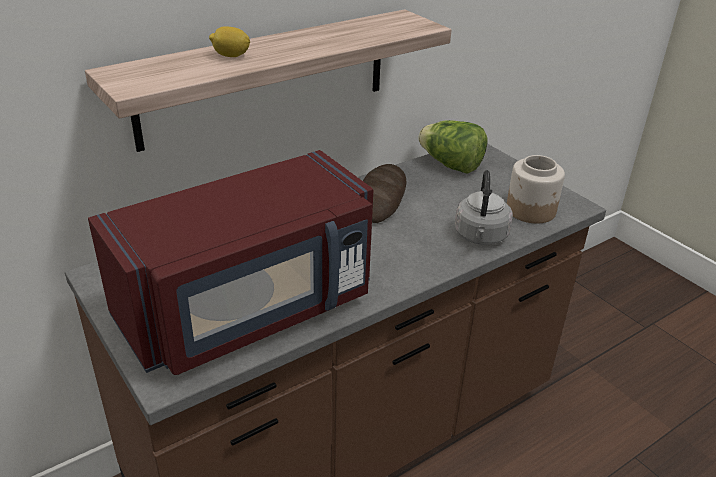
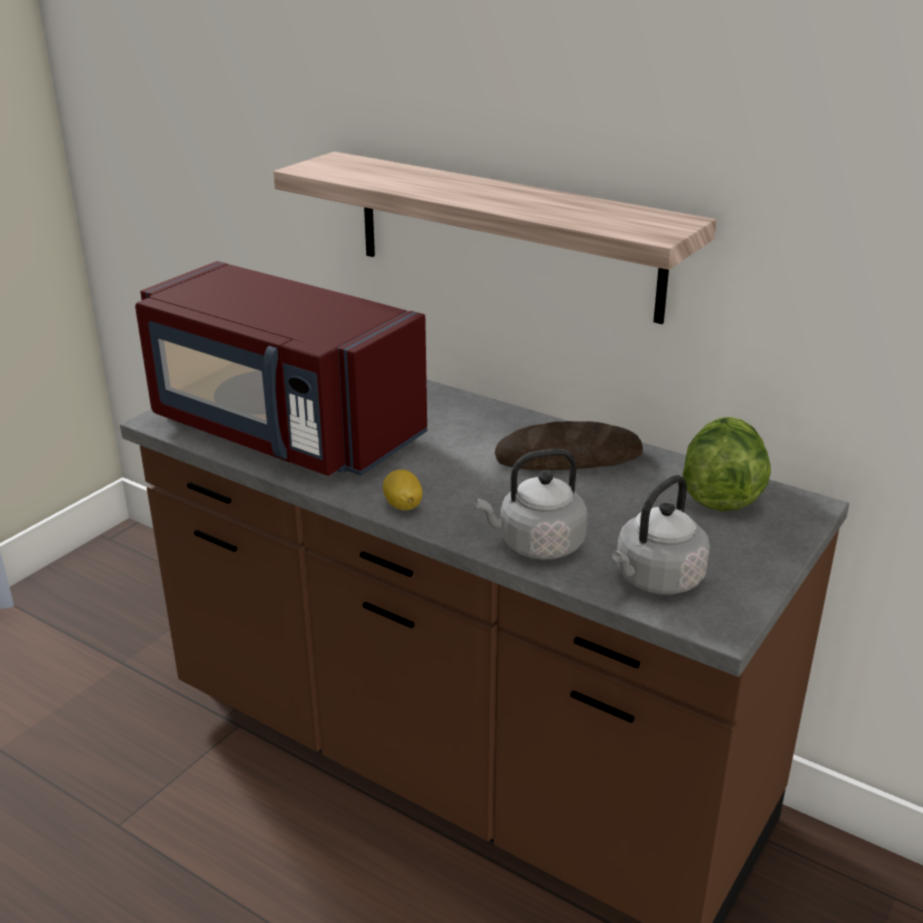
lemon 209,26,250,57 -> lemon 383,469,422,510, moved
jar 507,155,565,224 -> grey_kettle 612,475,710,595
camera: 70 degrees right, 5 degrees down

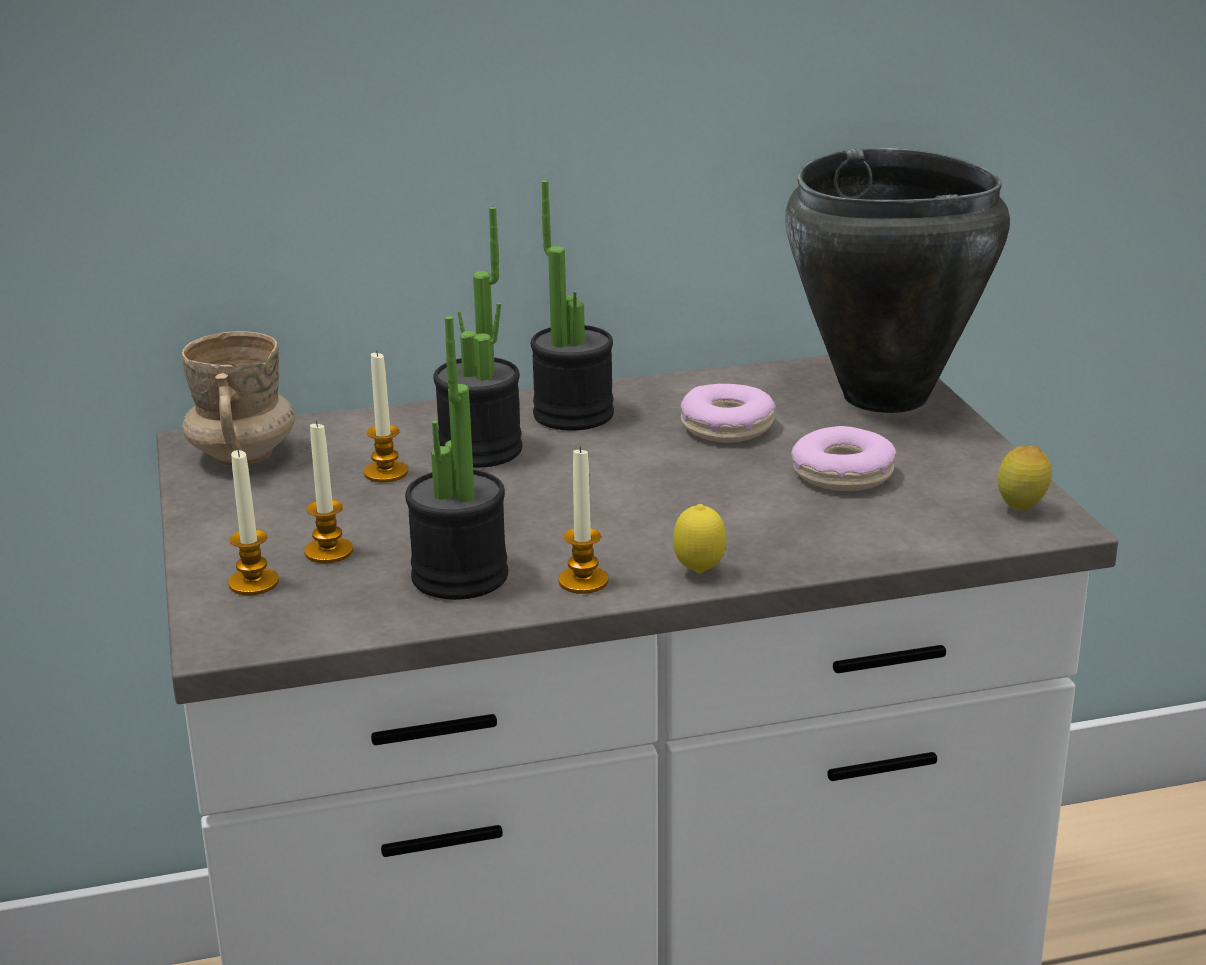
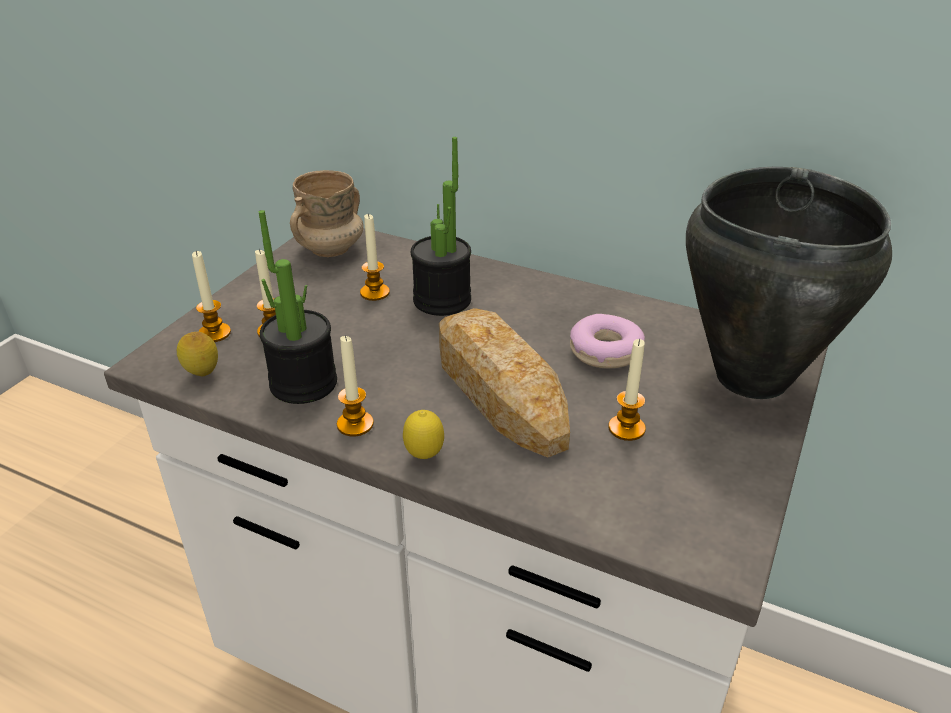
potted_plant 531,180,614,431 -> none
donut 791,426,896,491 -> candle 608,339,646,441
lemon 997,446,1052,510 -> lemon 177,332,218,376, moved
none -> bread 439,308,570,458
camera: 40 degrees right, 10 degrees up

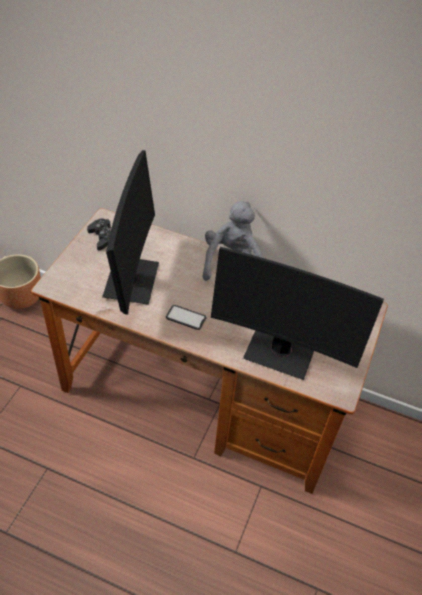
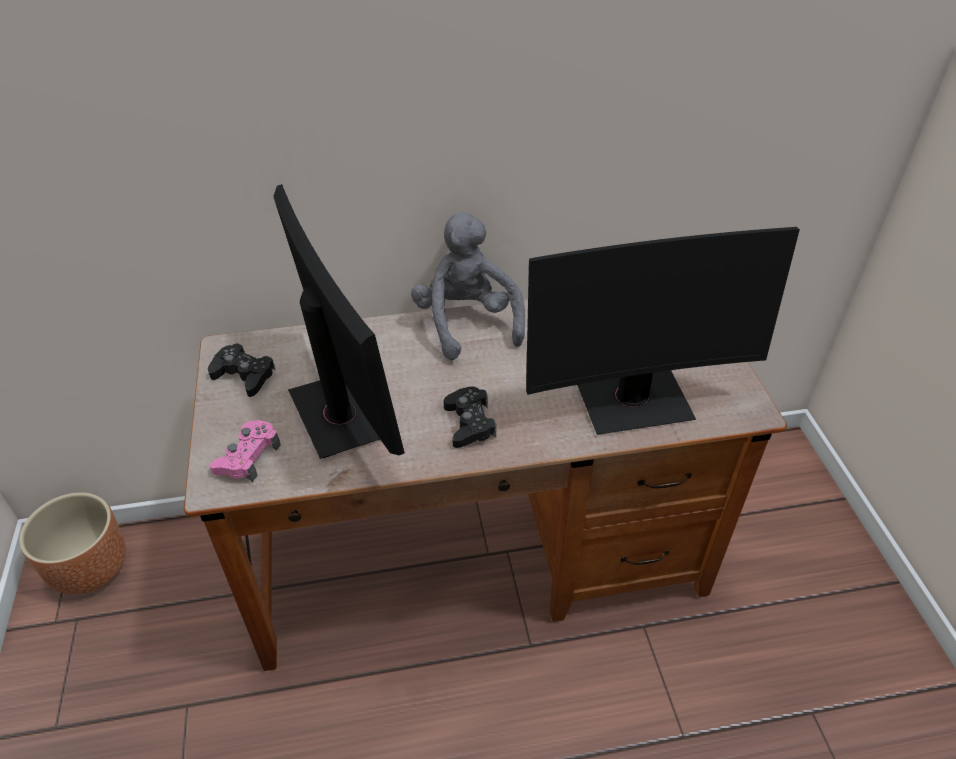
phone 166,305,207,330 -> black_game_controller 444,387,496,448
none -> pink_game_controller 210,420,281,482
camera: 30 degrees left, 5 degrees down

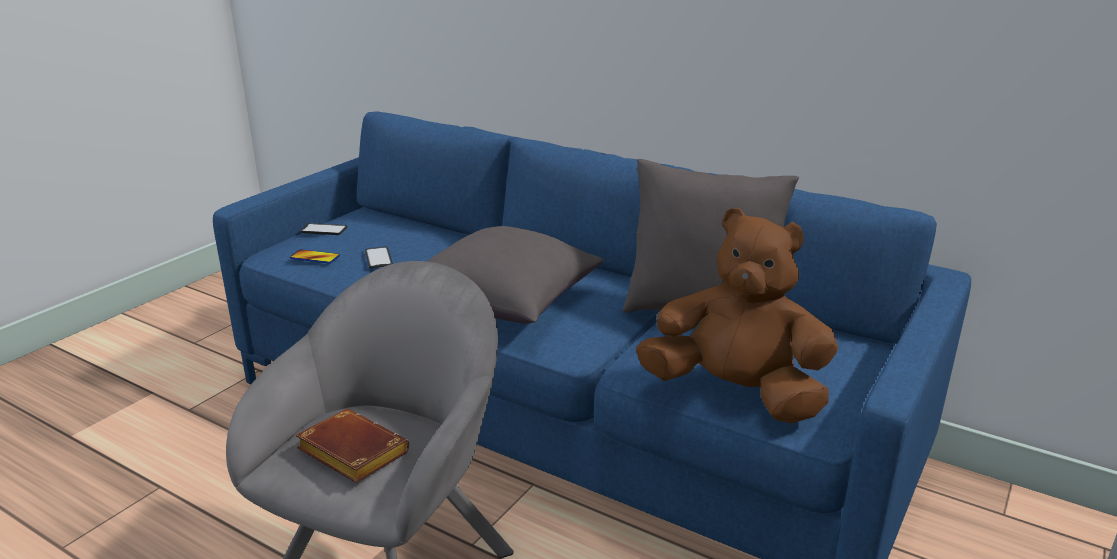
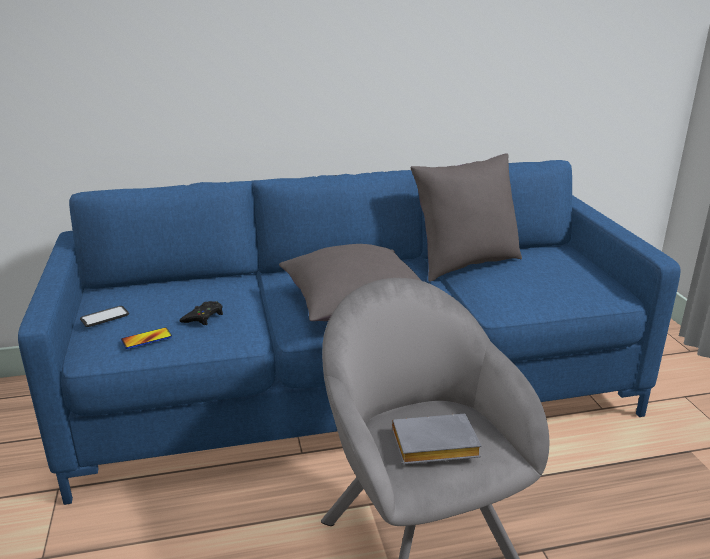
brown_book 296,409,409,483 -> grey_book 392,414,482,464
phone 365,247,393,268 -> black_game_controller 179,301,223,325
brown_plush_toy 636,208,838,423 -> none
camera: 45 degrees left, 0 degrees up

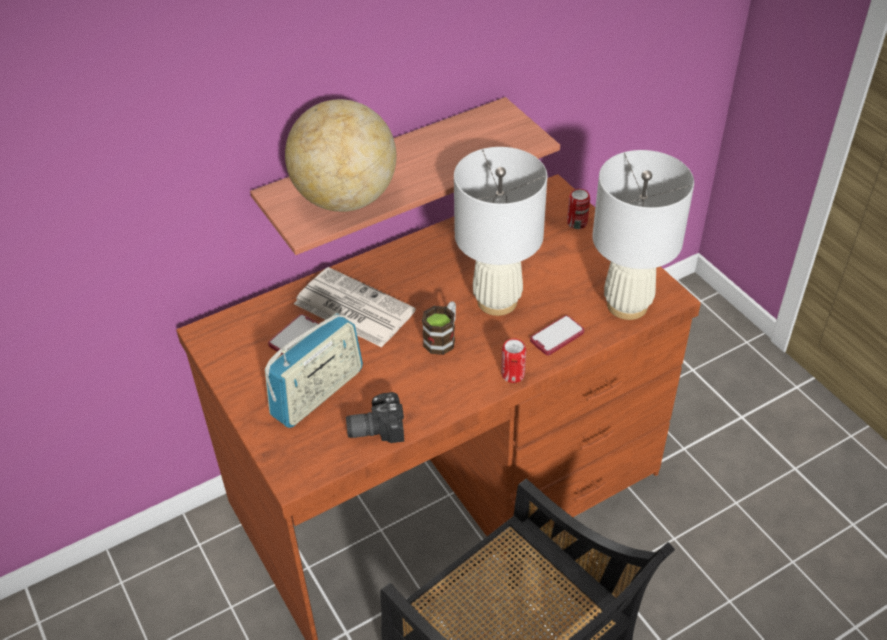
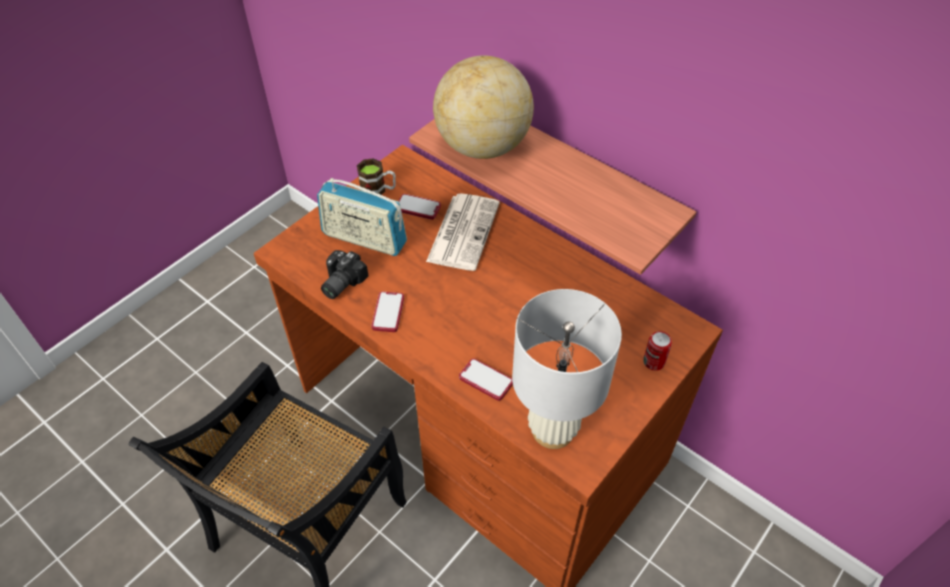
photo_camera 346,392,404,443 -> photo_camera 321,250,369,299, 120 degrees counterclockwise
mug 422,301,456,355 -> mug 357,158,396,195, moved
white_table_lamp 454,147,548,316 -> none
can 501,339,526,383 -> none
none -> phone 372,292,404,332
camera: 70 degrees right, 5 degrees up

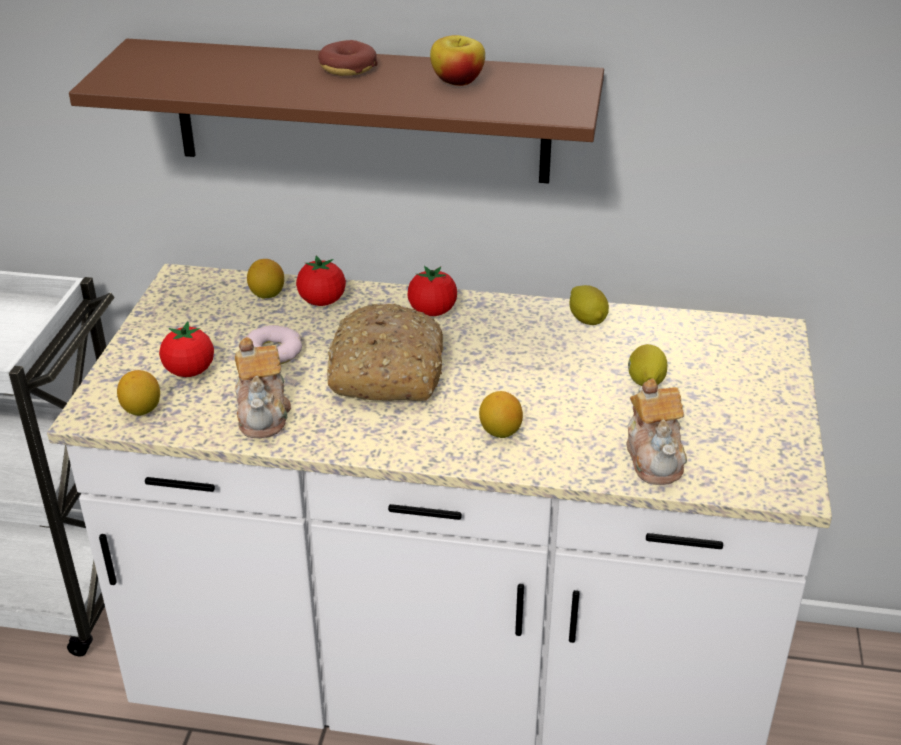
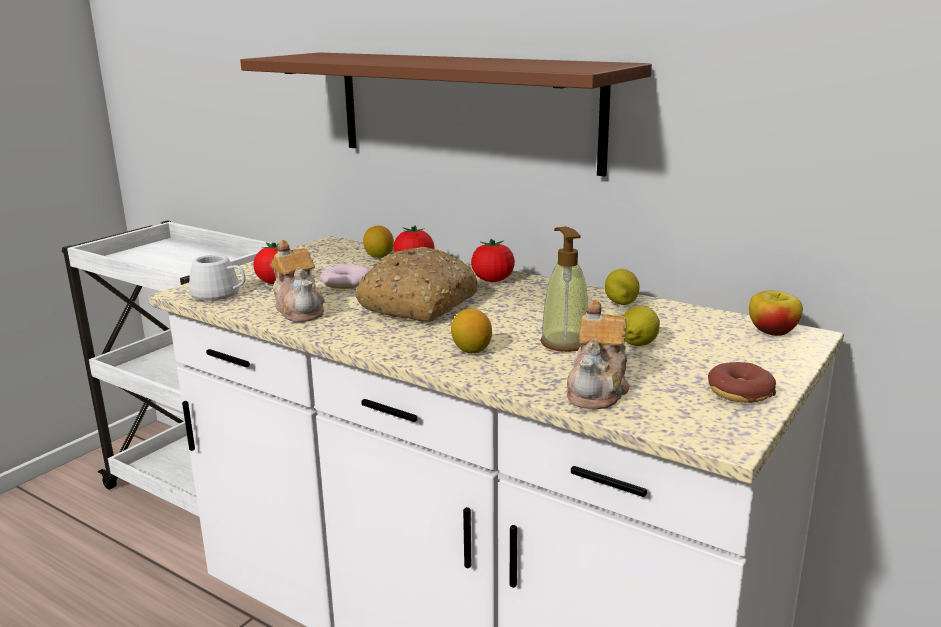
lemon 117,370,160,416 -> white_mug 189,255,246,301
teapot 235,337,291,438 -> teapot 270,240,325,322, 45 degrees counterclockwise
donut 318,40,378,76 -> donut 708,362,776,403, moved
apple 430,35,485,86 -> apple 749,291,803,336, moved
none -> soap_dispenser 540,226,588,352
camera: 25 degrees right, 15 degrees down

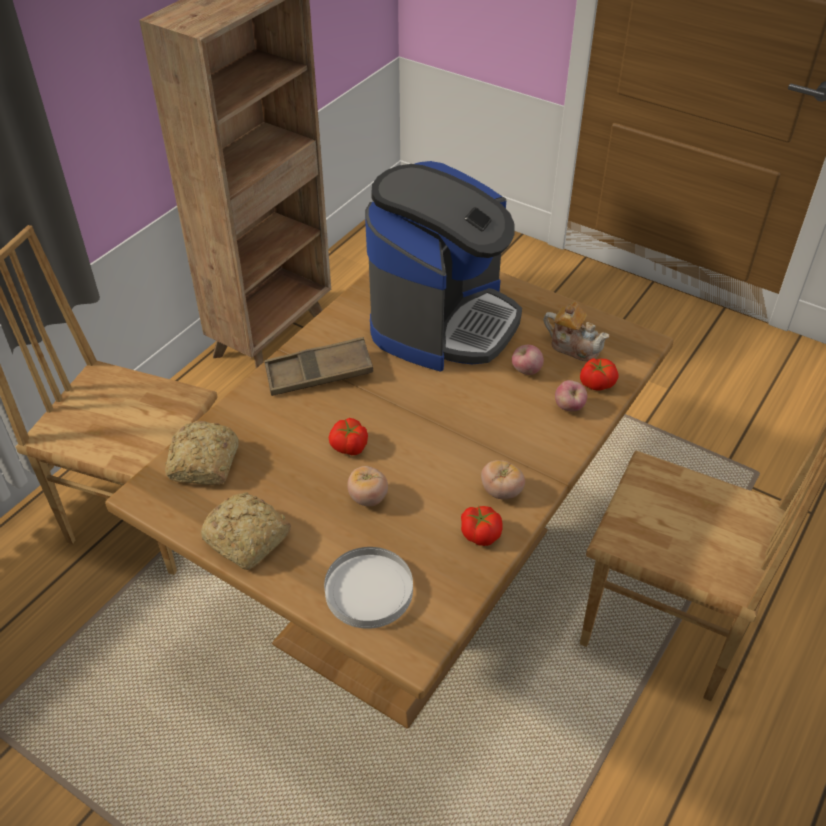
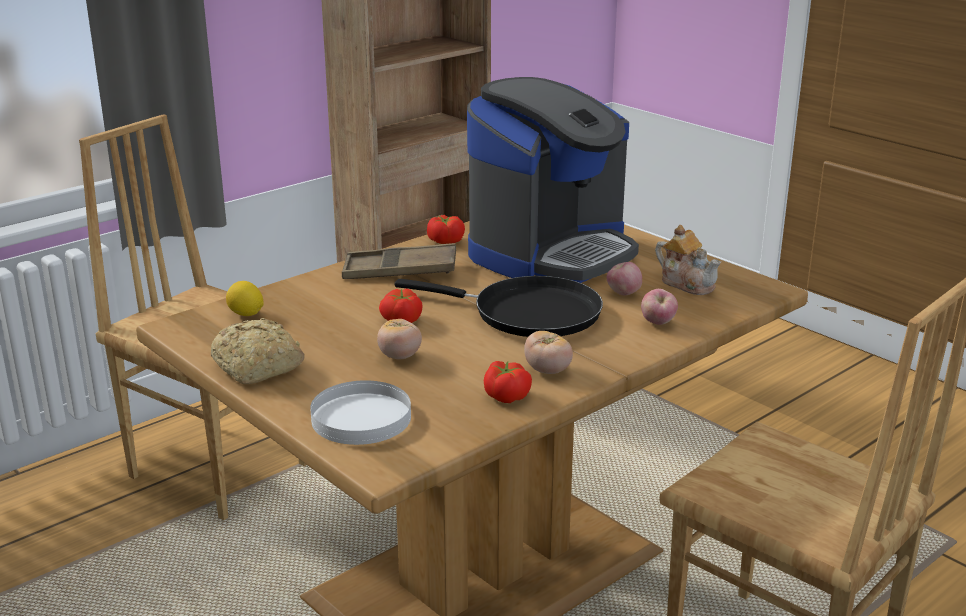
bread 165,421,239,485 -> lemon 226,281,264,316
tomato 580,358,618,390 -> tomato 427,215,465,244, moved
none -> black_frying_pan 395,276,603,337
camera: 15 degrees right, 20 degrees down

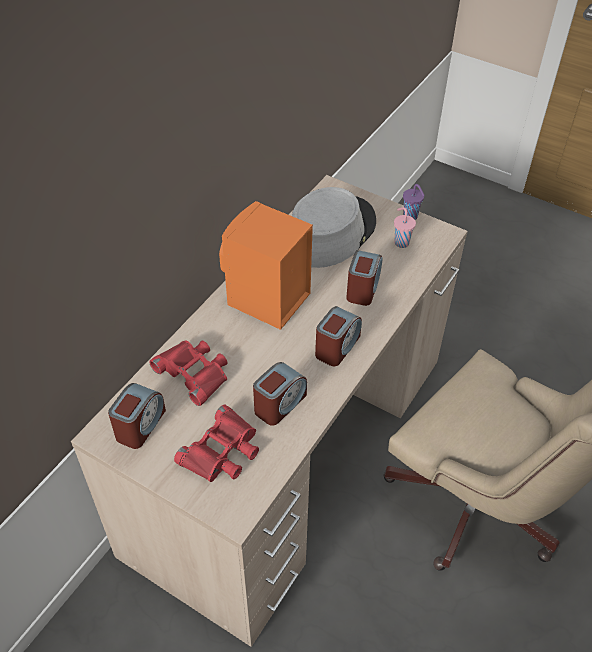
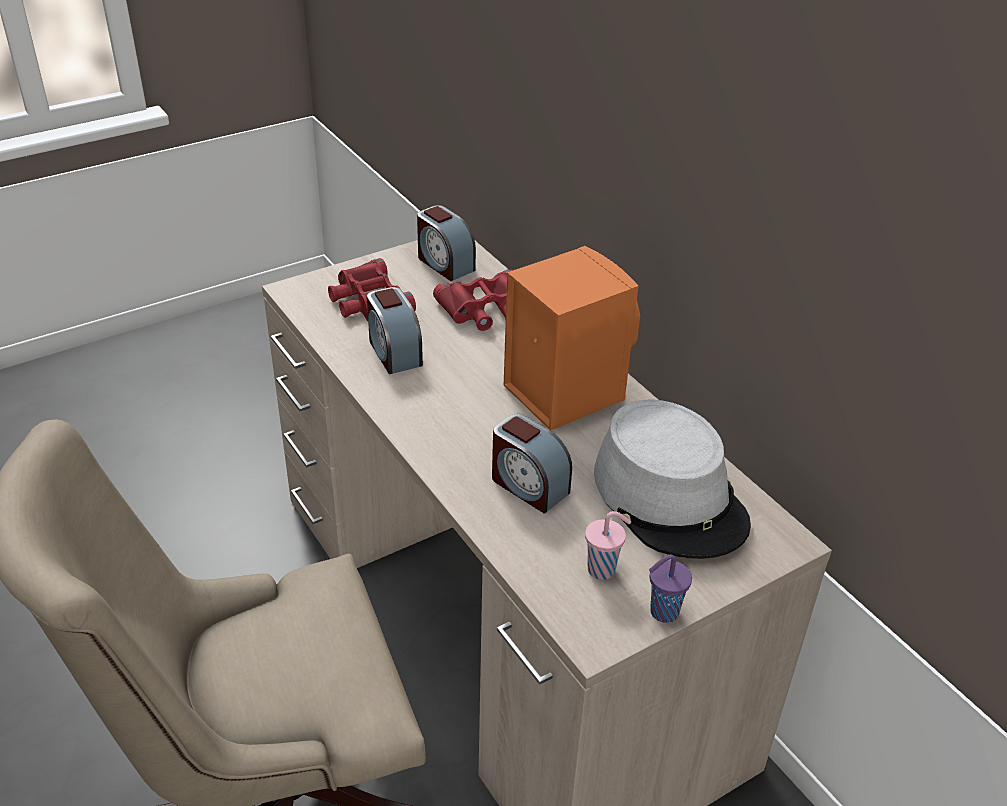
alarm_clock 315,306,362,366 -> none
camera: 115 degrees right, 10 degrees down

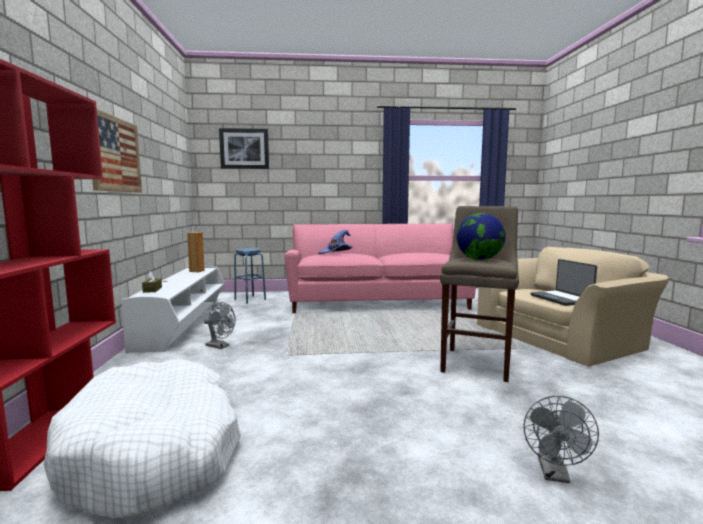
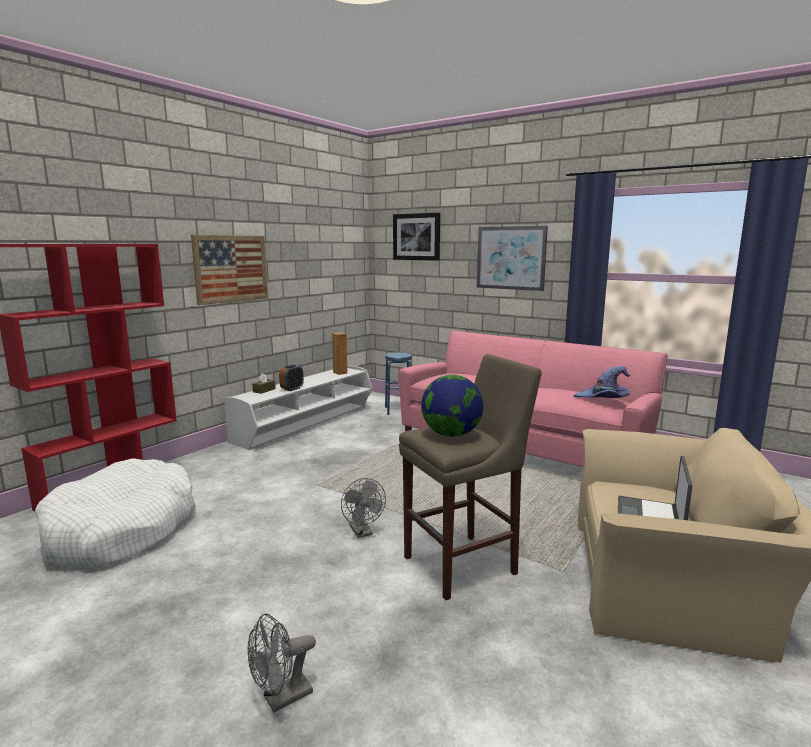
grey_fan 204,302,236,349 -> grey_fan 341,478,386,538, moved
purple_hat 318,230,353,254 -> purple_hat 574,366,630,398, moved
none -> alarm_clock 279,364,304,391
none -> picture 477,226,548,291
camera: 40 degrees right, 5 degrees up

